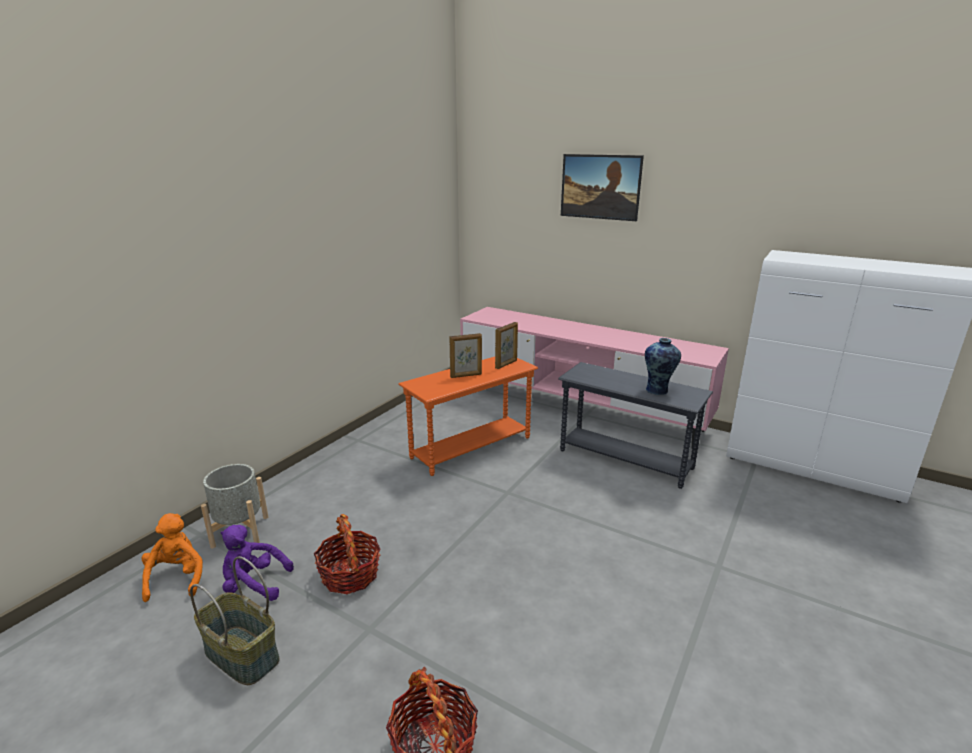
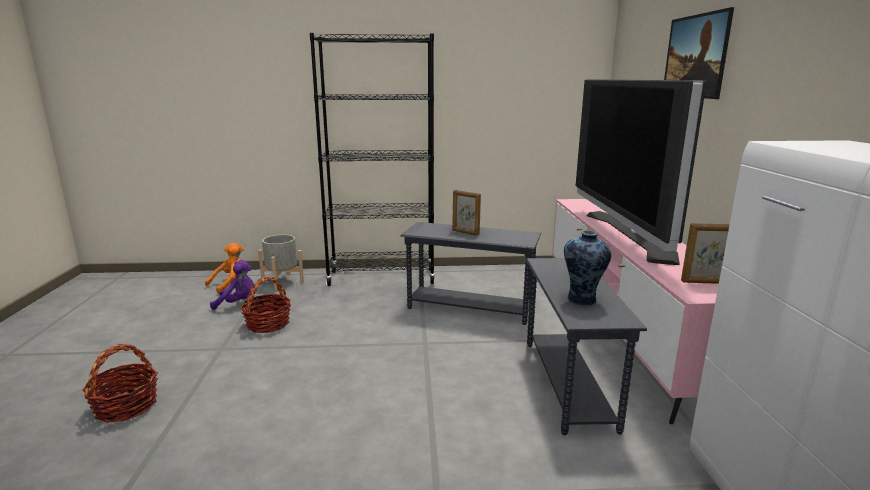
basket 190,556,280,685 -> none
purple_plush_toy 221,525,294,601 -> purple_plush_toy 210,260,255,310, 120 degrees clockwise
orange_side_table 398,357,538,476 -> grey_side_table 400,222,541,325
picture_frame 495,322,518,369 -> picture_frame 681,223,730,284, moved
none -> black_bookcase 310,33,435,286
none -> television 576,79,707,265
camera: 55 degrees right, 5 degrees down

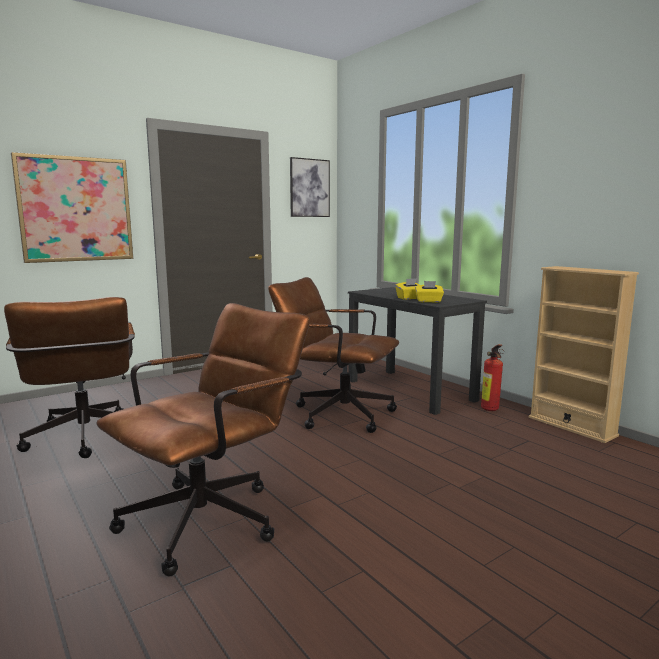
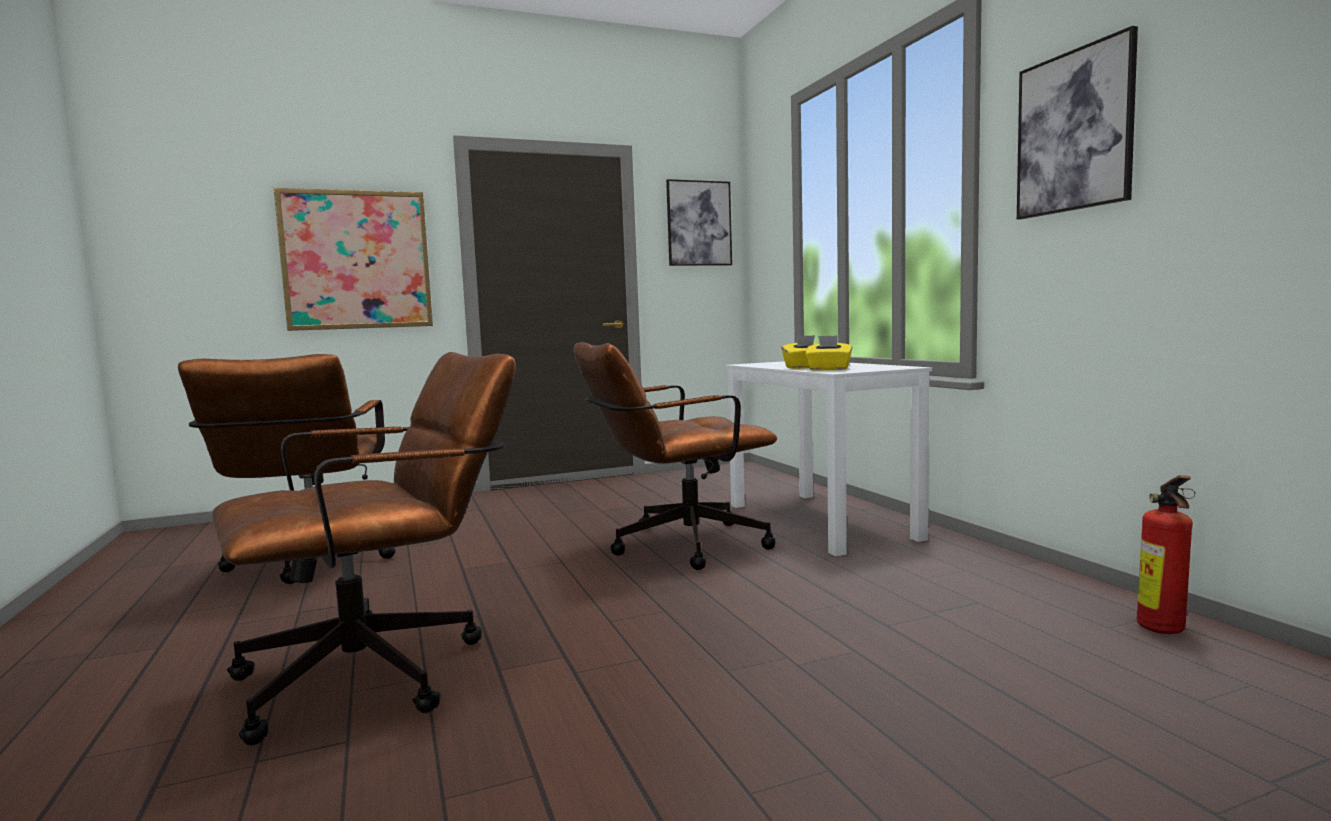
brown_office_chair 268,277,399,433 -> brown_office_chair 573,342,777,570, 60 degrees counterclockwise
black_desk 348,287,487,415 -> white_desk 725,361,932,556
fire_extinguisher 481,344,503,411 -> fire_extinguisher 1137,475,1195,634, moved
beige_bookcase 529,266,639,443 -> none
none -> picture 1017,26,1138,220
camera: 15 degrees right, 5 degrees down

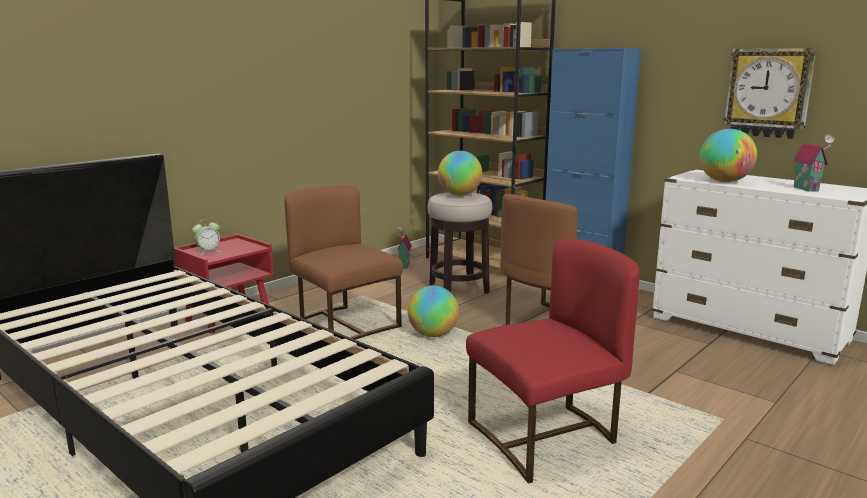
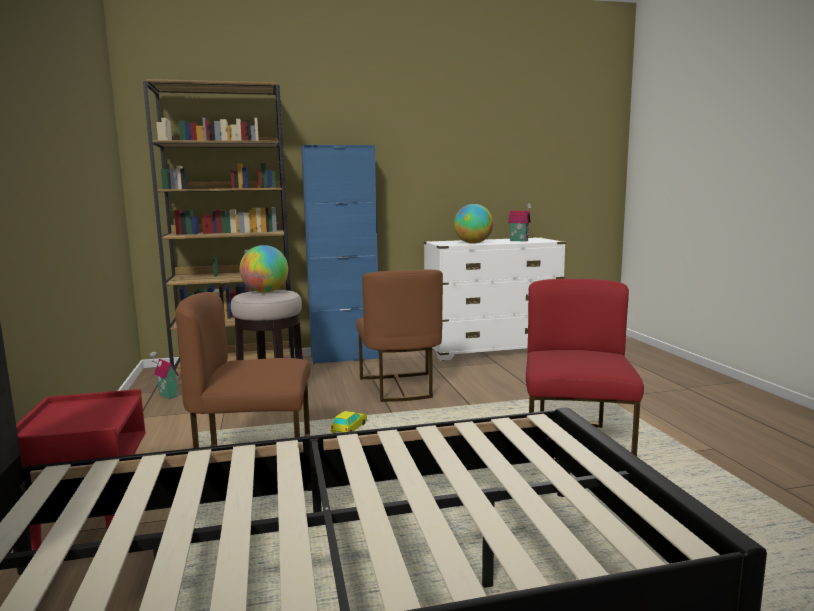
alarm_clock 192,219,221,255 -> none
globe 408,286,459,337 -> toy_car 331,411,367,433
wall_clock 723,48,817,139 -> none
camera: 55 degrees left, 5 degrees down

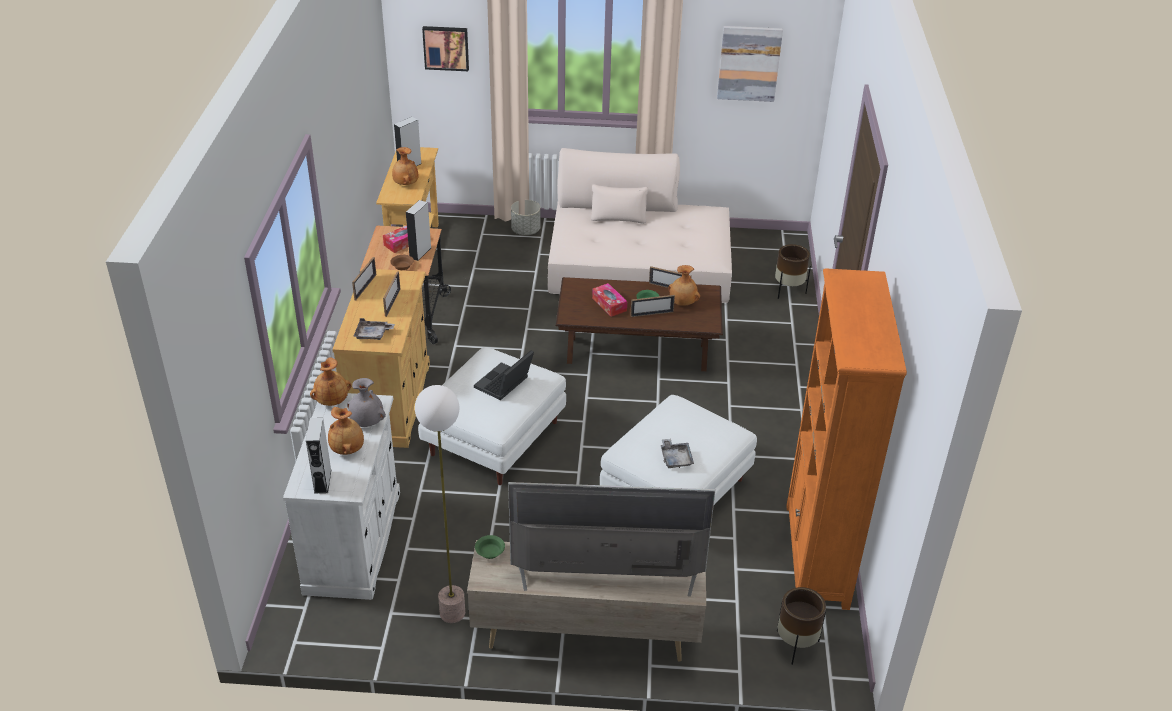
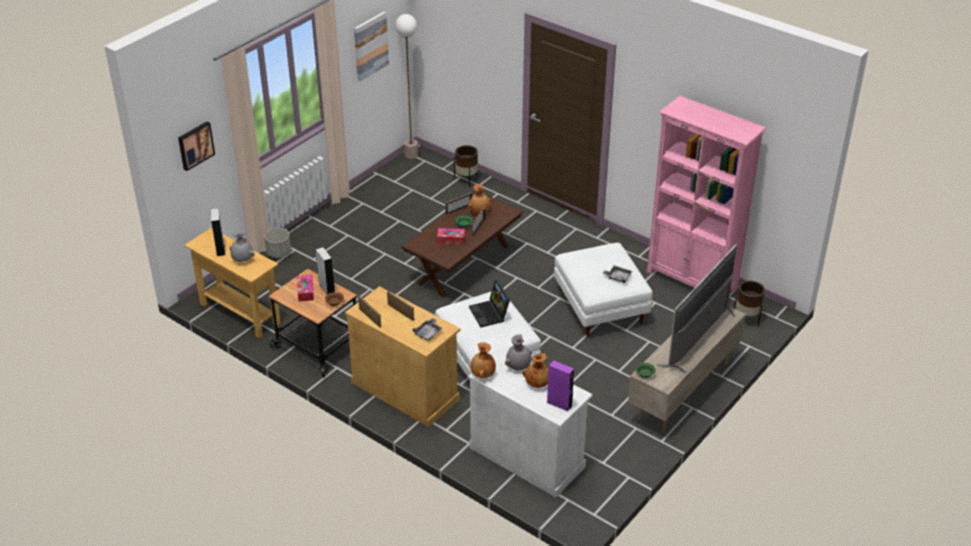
grey_speaker 306,418,332,494 -> purple_speaker 546,360,574,411
brown_vase 392,147,418,185 -> grey_vase 230,230,255,262
floor_lamp 415,385,465,623 -> floor_lamp 395,14,418,159, moved
beige_sofa 548,148,732,303 -> none
orange_bookcase 786,268,907,610 -> pink_bookcase 647,96,766,291
camera: 55 degrees left, 0 degrees up

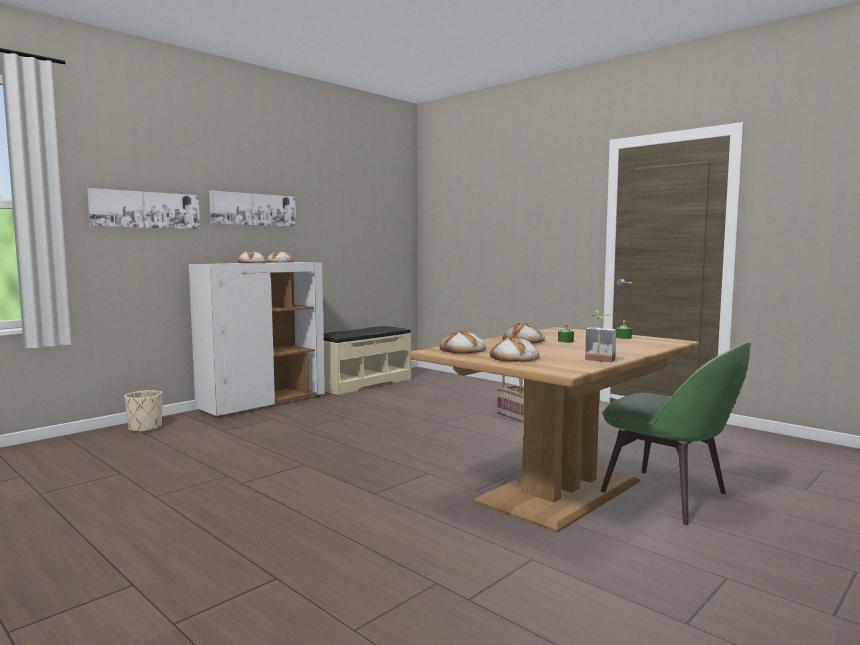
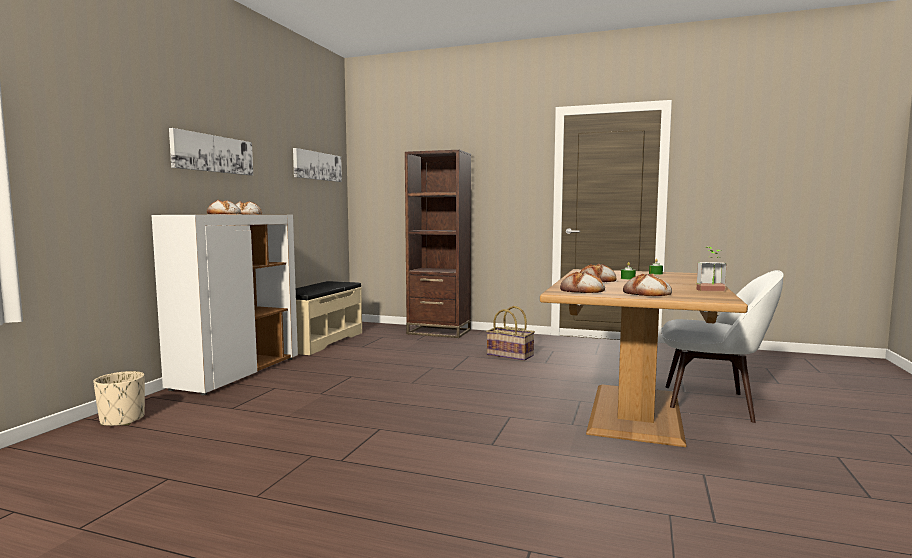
picture 87,188,200,229 -> picture 293,148,342,182, moved
green_chair 600,342,751,525 -> white_chair 661,270,784,423
none -> brown_bookcase 405,150,471,338
camera: 25 degrees left, 0 degrees up

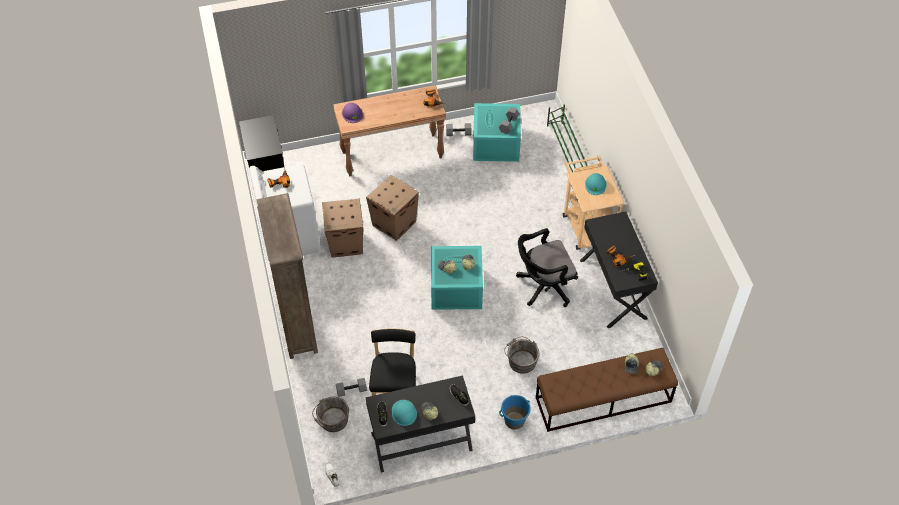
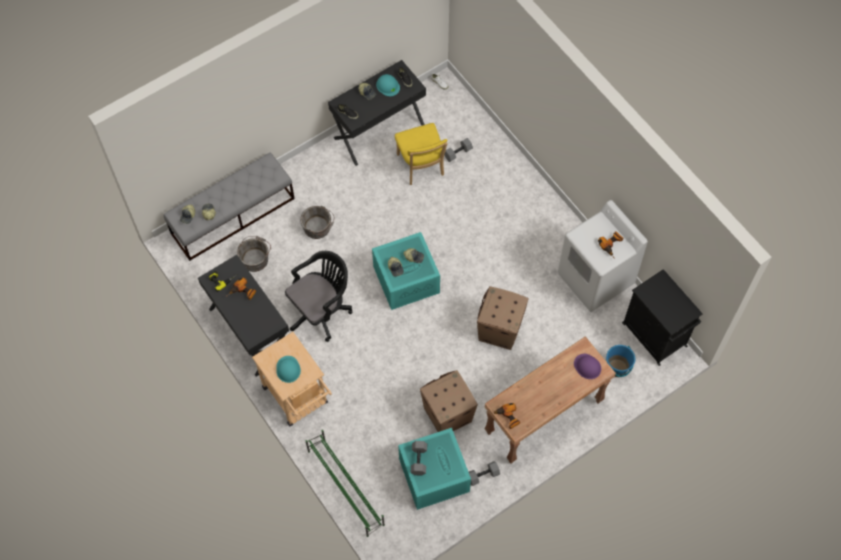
brown_bookcase 256,193,318,359 -> none
grey_bucket 312,397,349,432 -> grey_bucket 237,236,271,272, moved
cardboard_box 322,199,363,258 -> cardboard_box 420,370,478,432, moved
black_chair 369,329,416,396 -> yellow_chair 395,123,448,185
blue_bucket 499,395,531,429 -> blue_bucket 606,345,635,377, moved
brown_bench 536,348,678,432 -> grey_bench 164,153,295,261
camera: 160 degrees right, 10 degrees up

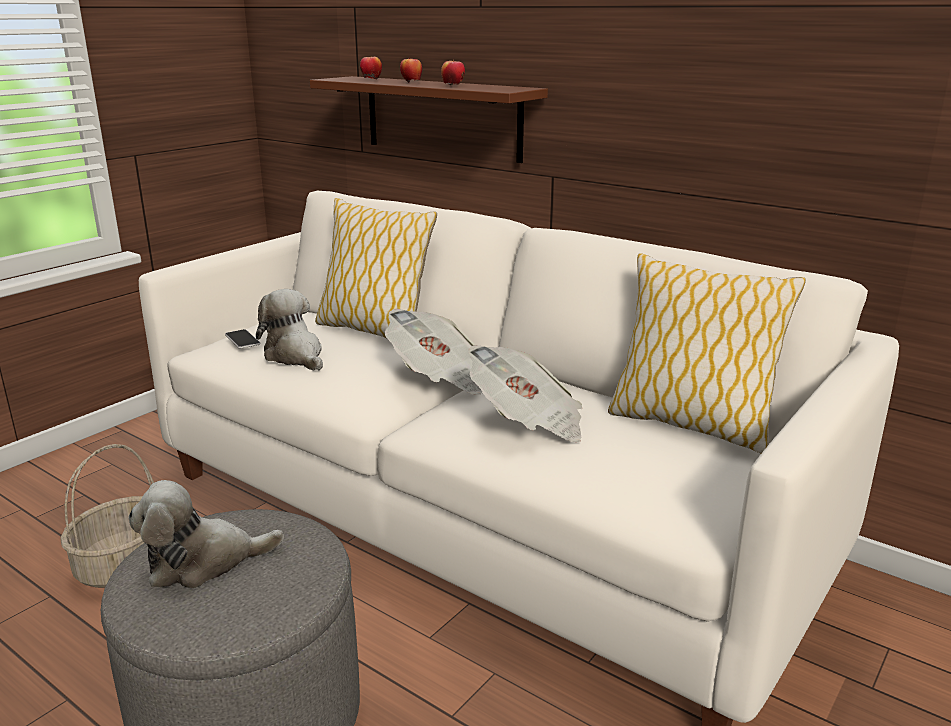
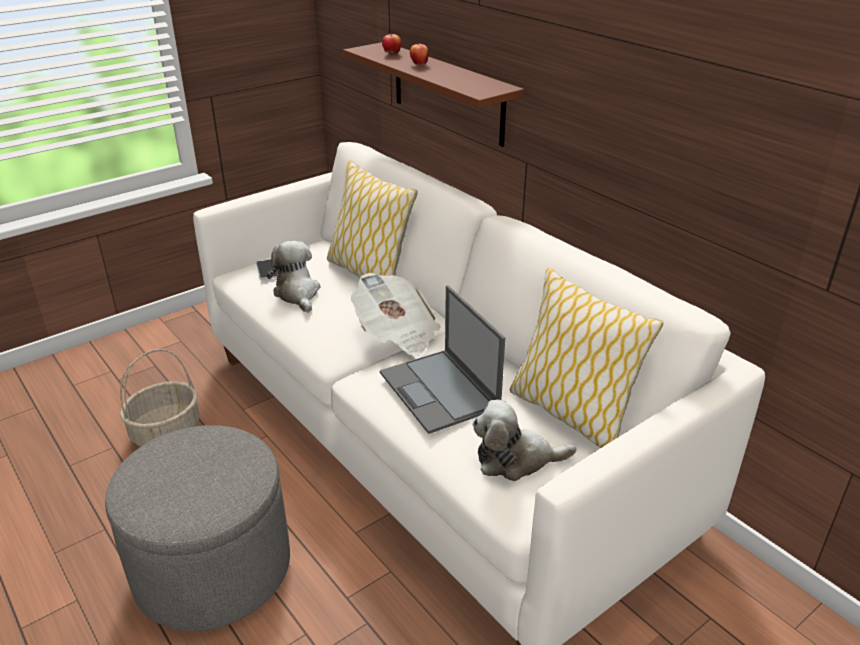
plush_toy 128,480,284,588 -> plush_toy 473,400,576,481, moved
apple 441,60,465,86 -> none
newspaper 469,345,582,442 -> laptop 380,285,505,434
camera: 15 degrees right, 10 degrees up

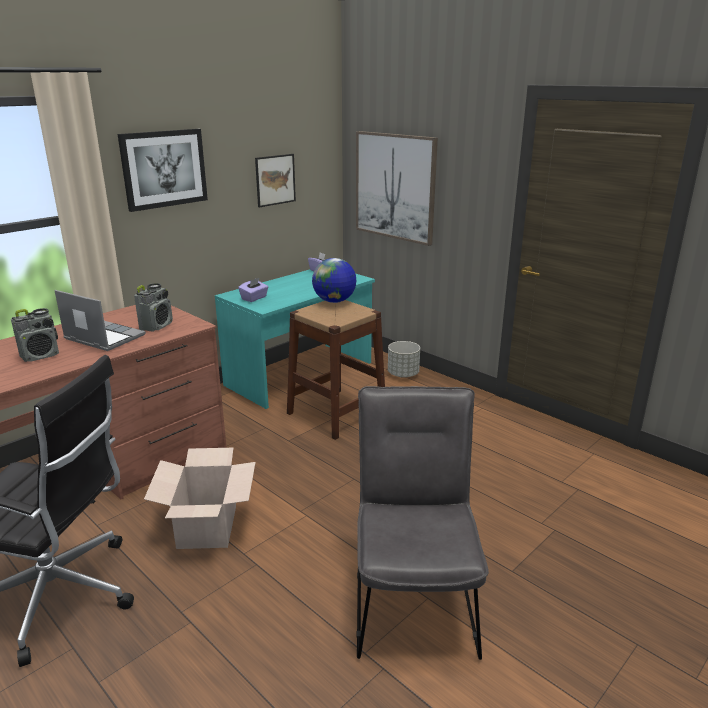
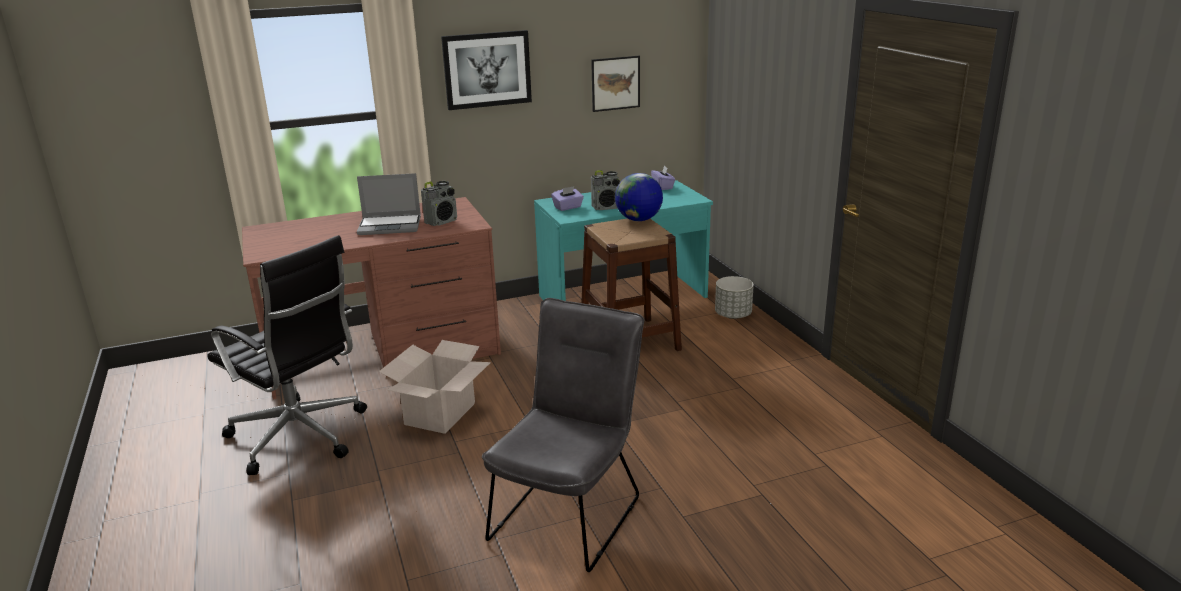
radio 11,308,59,362 -> radio 591,170,620,210, moved
laptop 54,290,146,351 -> laptop 357,173,421,235, 120 degrees clockwise
picture 356,131,438,246 -> none
camera: 25 degrees right, 0 degrees up

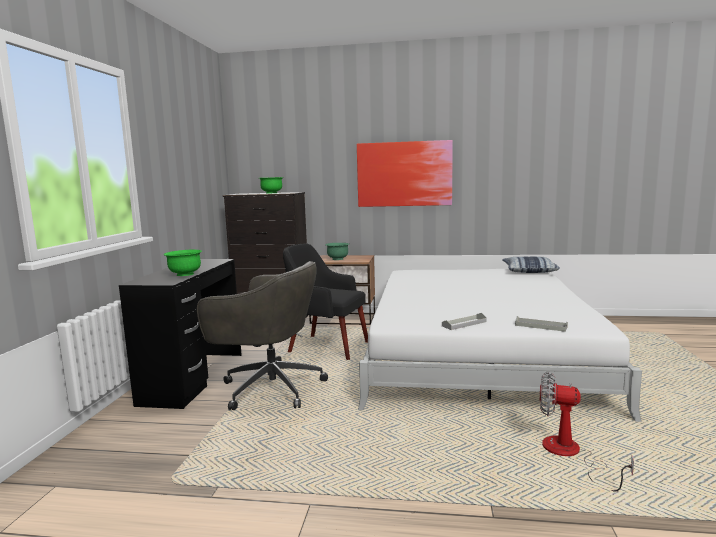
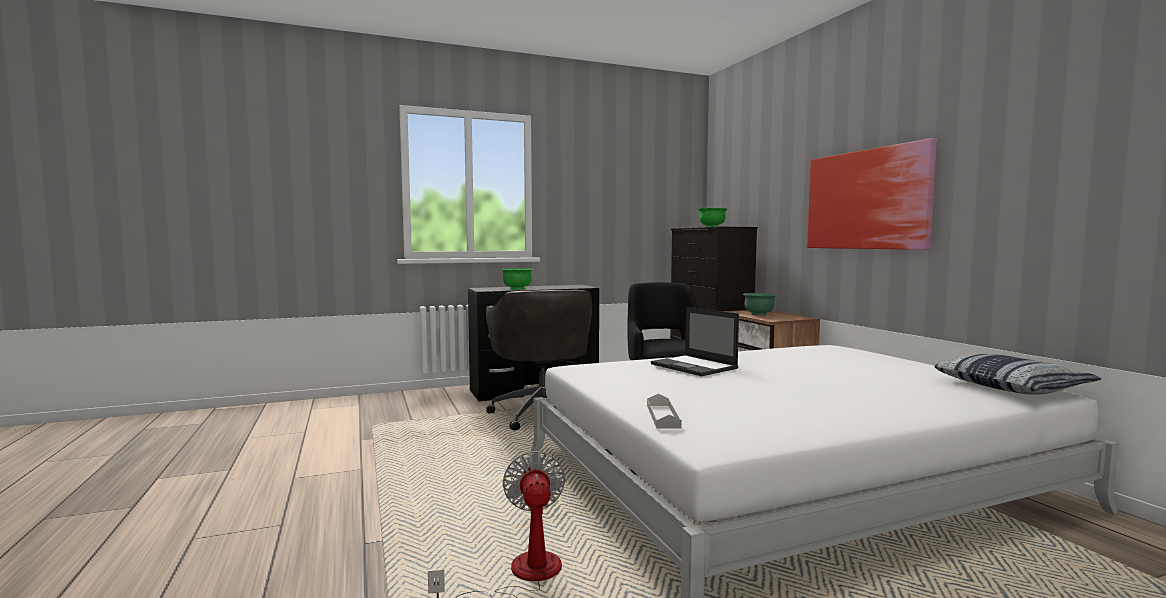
grey_tray 442,313,487,330 -> none
none -> laptop 651,307,739,376
camera: 60 degrees right, 5 degrees down

